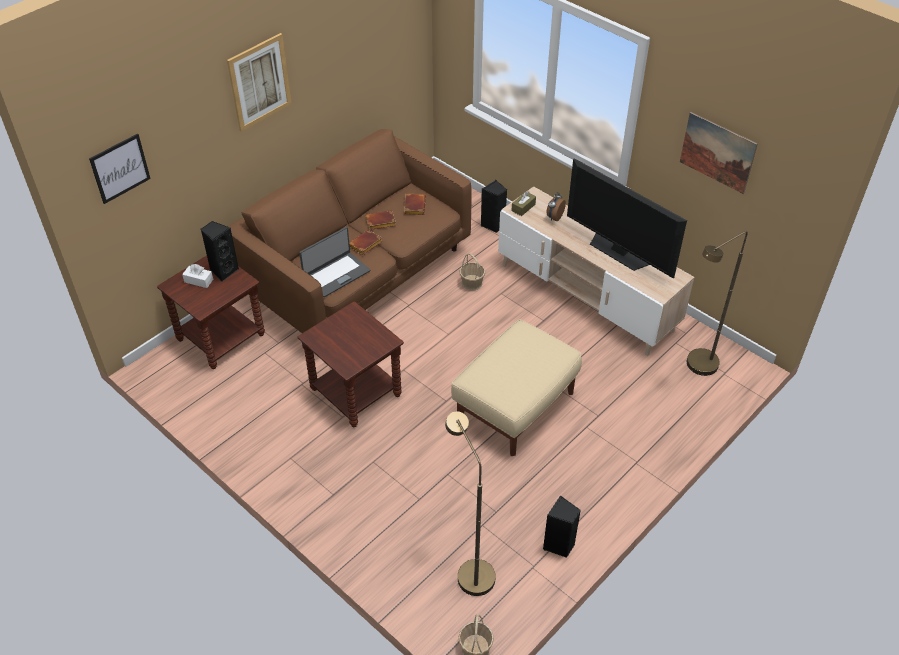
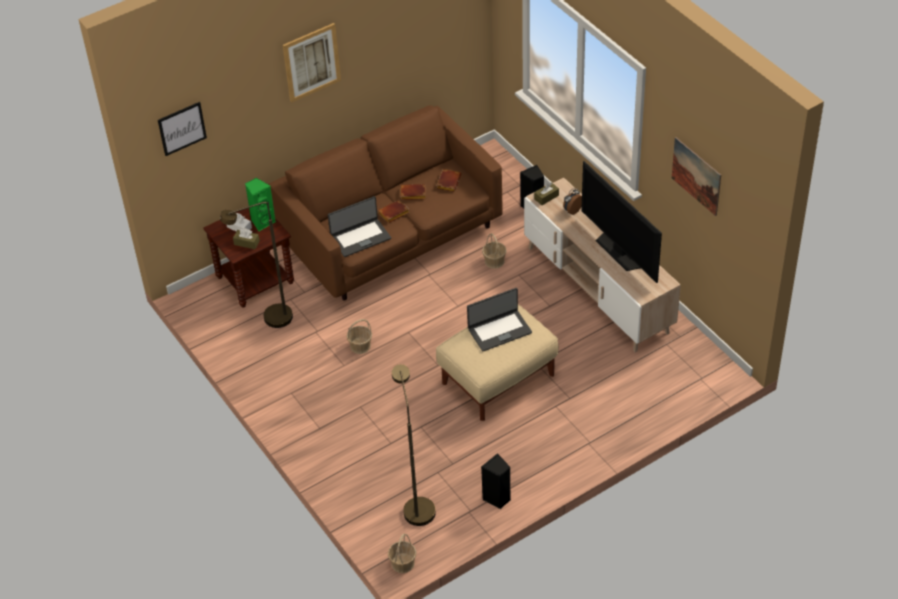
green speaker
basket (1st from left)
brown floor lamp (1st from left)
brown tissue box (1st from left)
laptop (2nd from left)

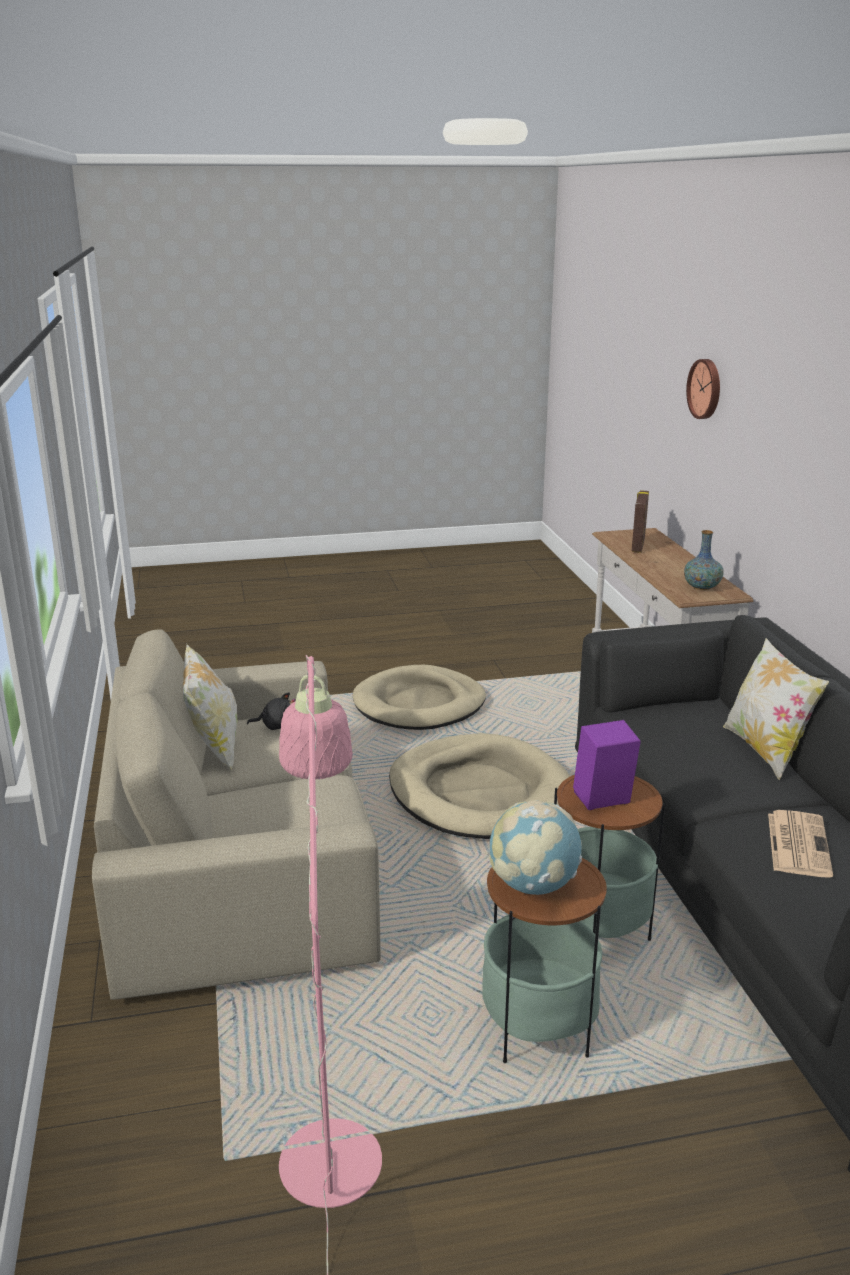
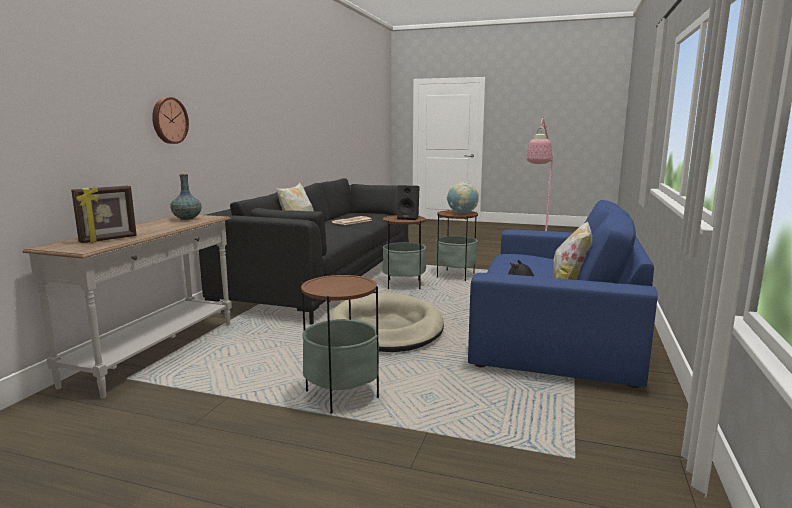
blue sofa
side table (1st from left)
black speaker
wall clock

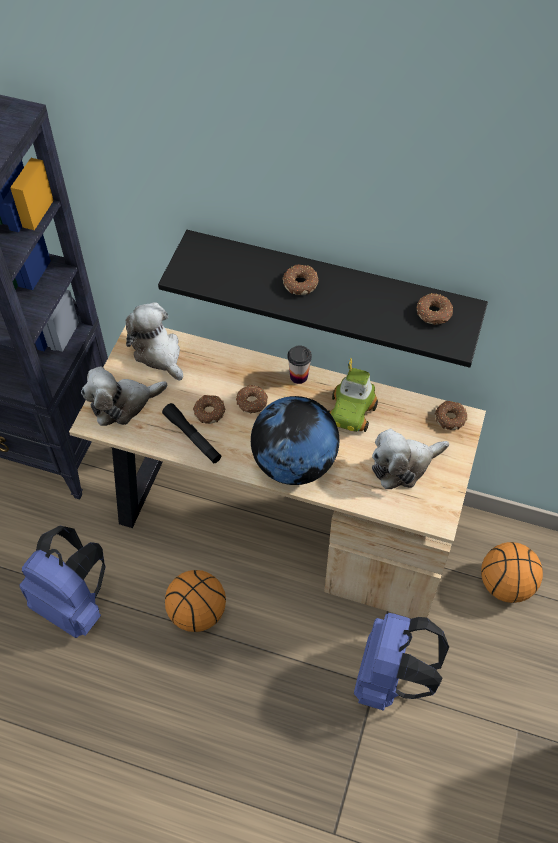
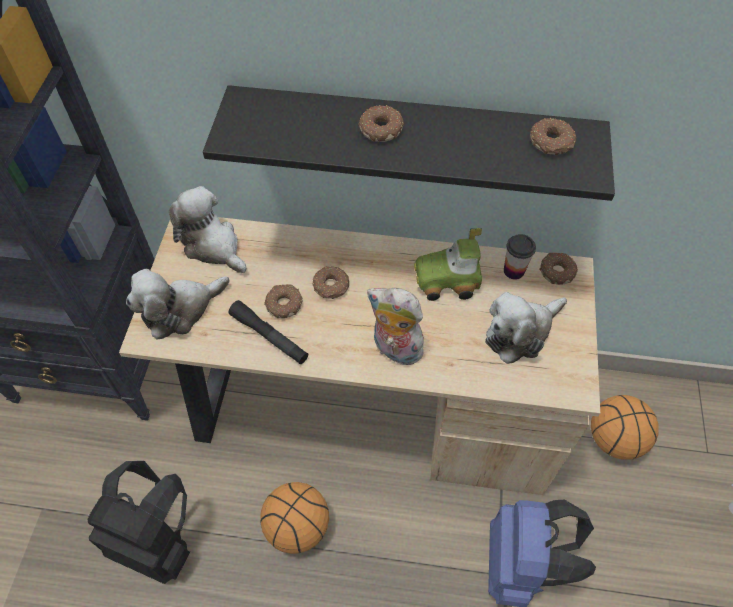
black backpack
plush toy (3rd from left)
cup
toy car

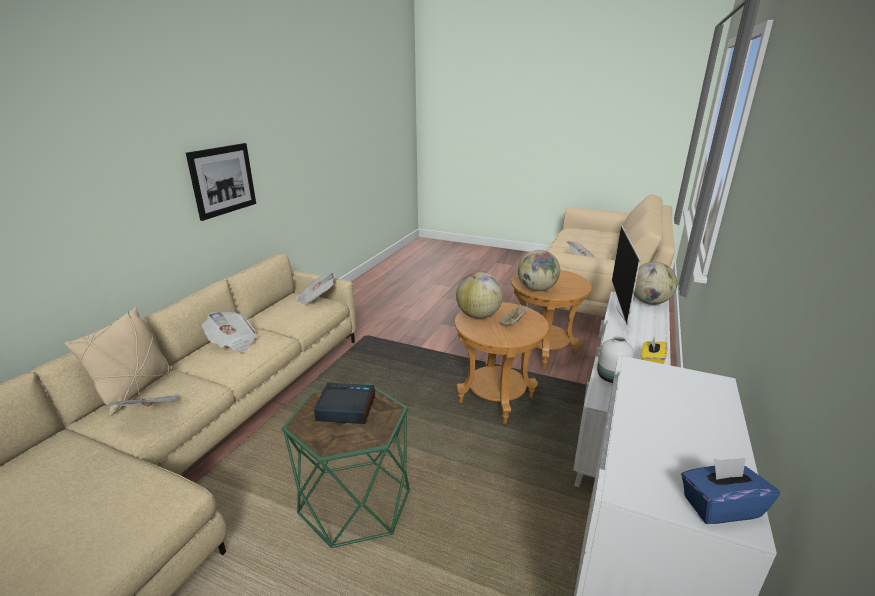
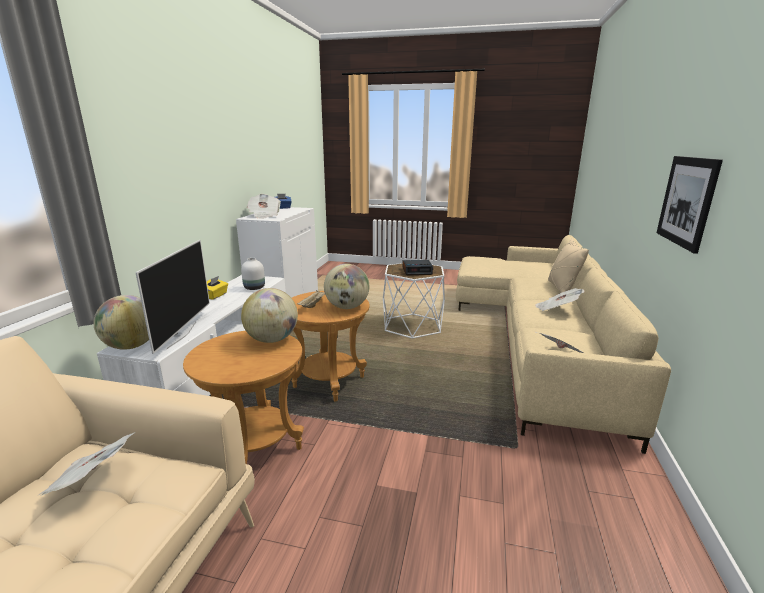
newspaper (2nd from left)
white side table

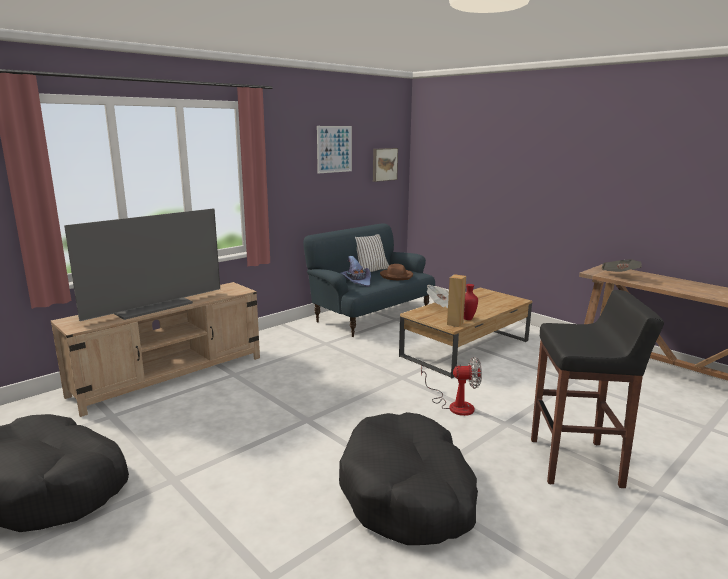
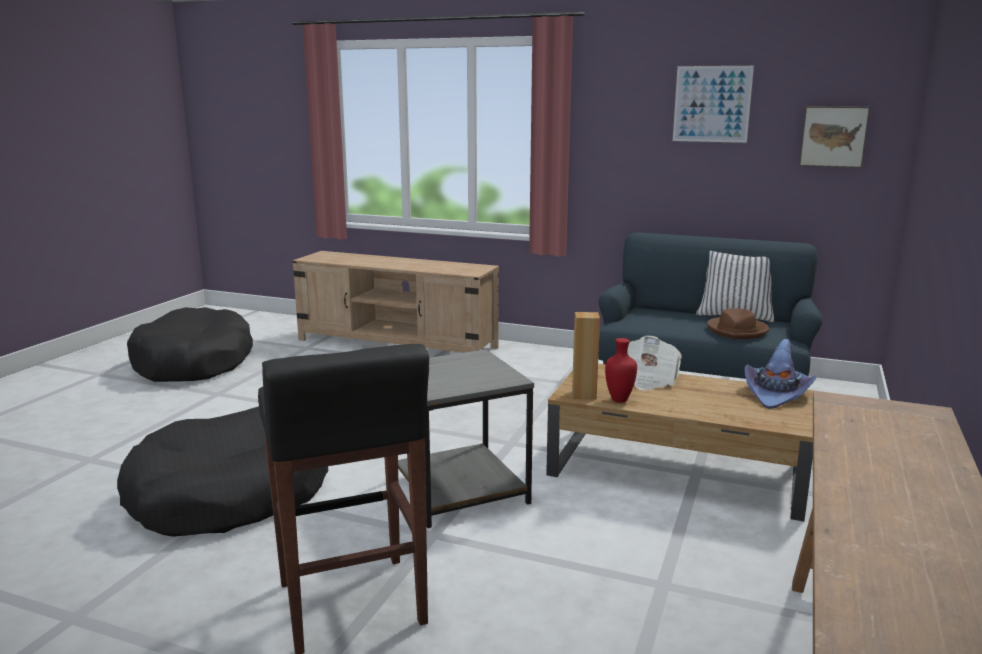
television
purple hat
grey side table
newspaper (2nd from left in the first image)

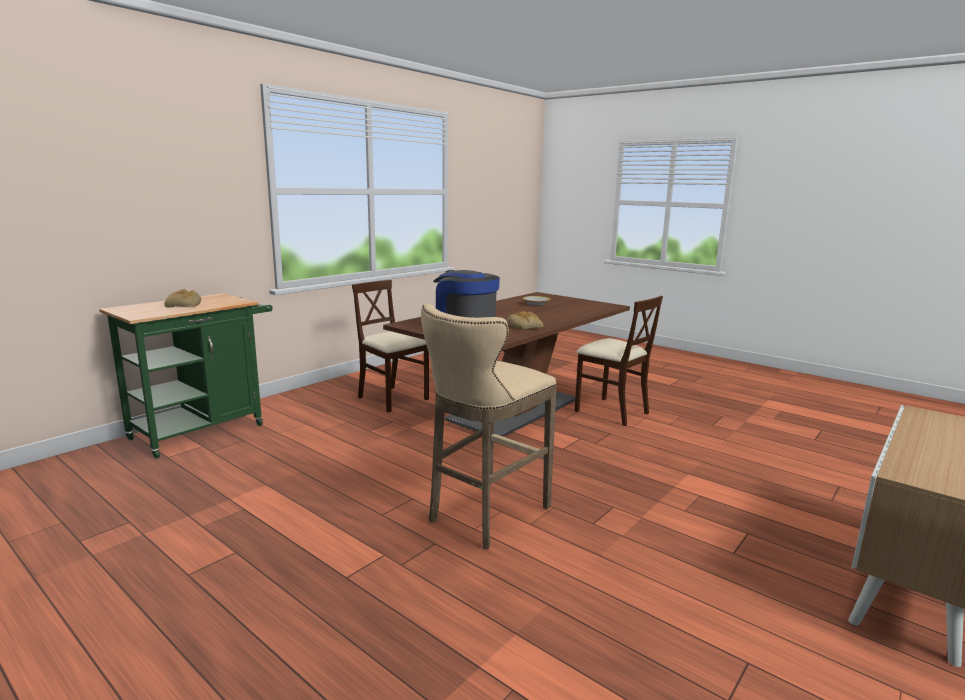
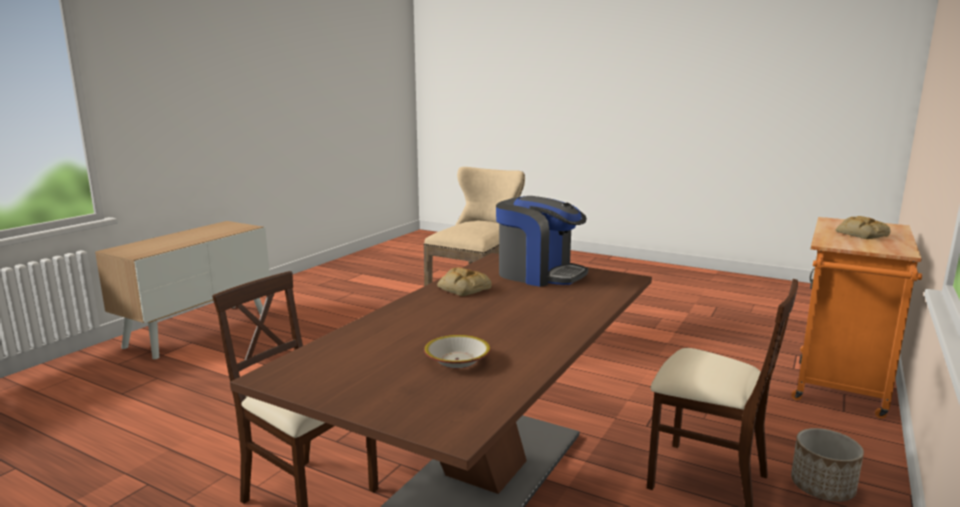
orange cart
planter

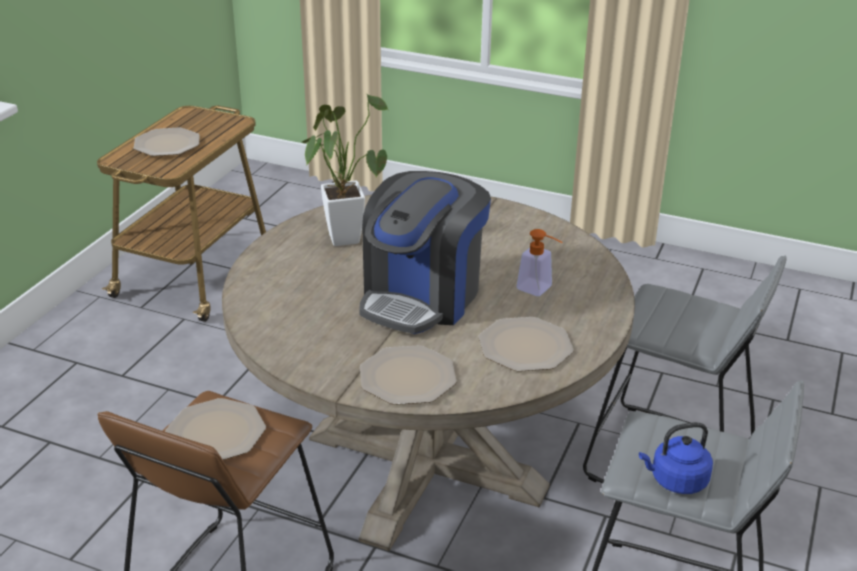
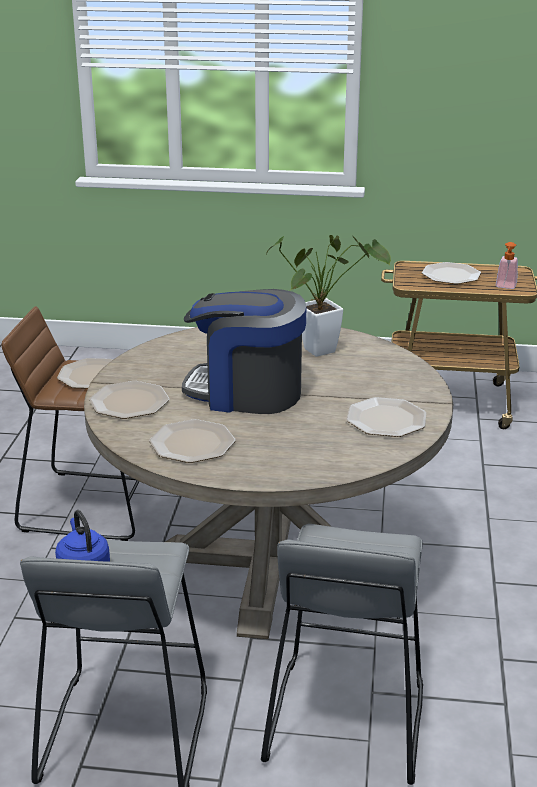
soap dispenser
plate (4th from left)

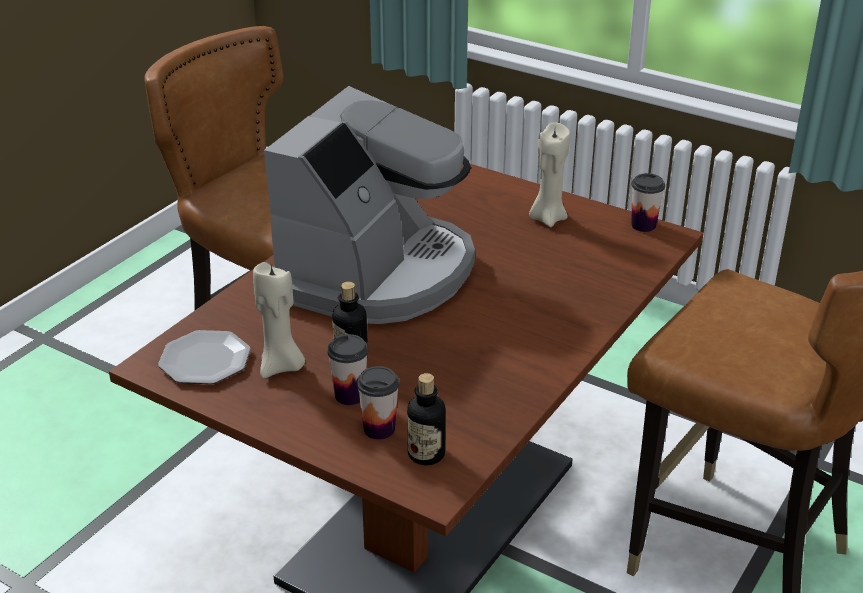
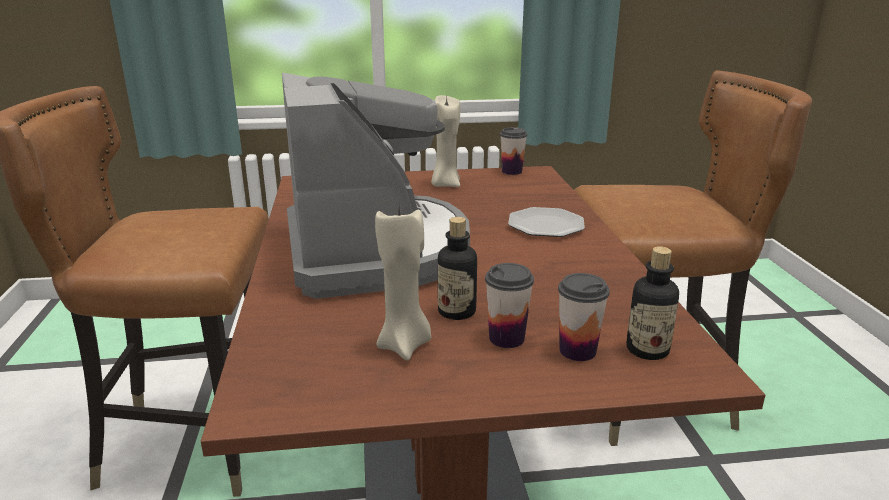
plate

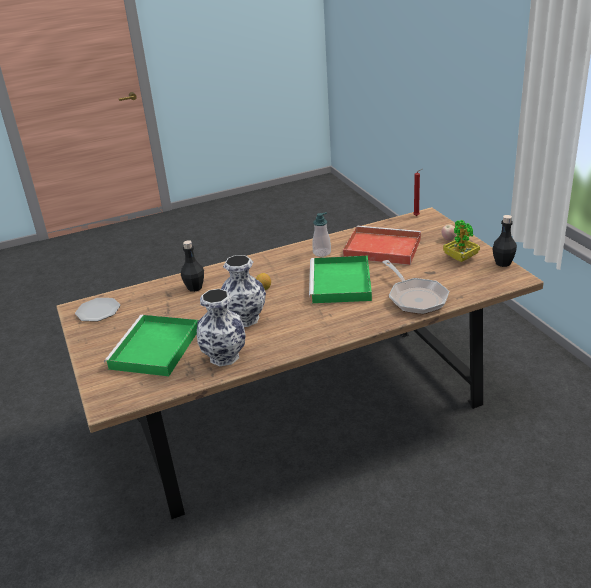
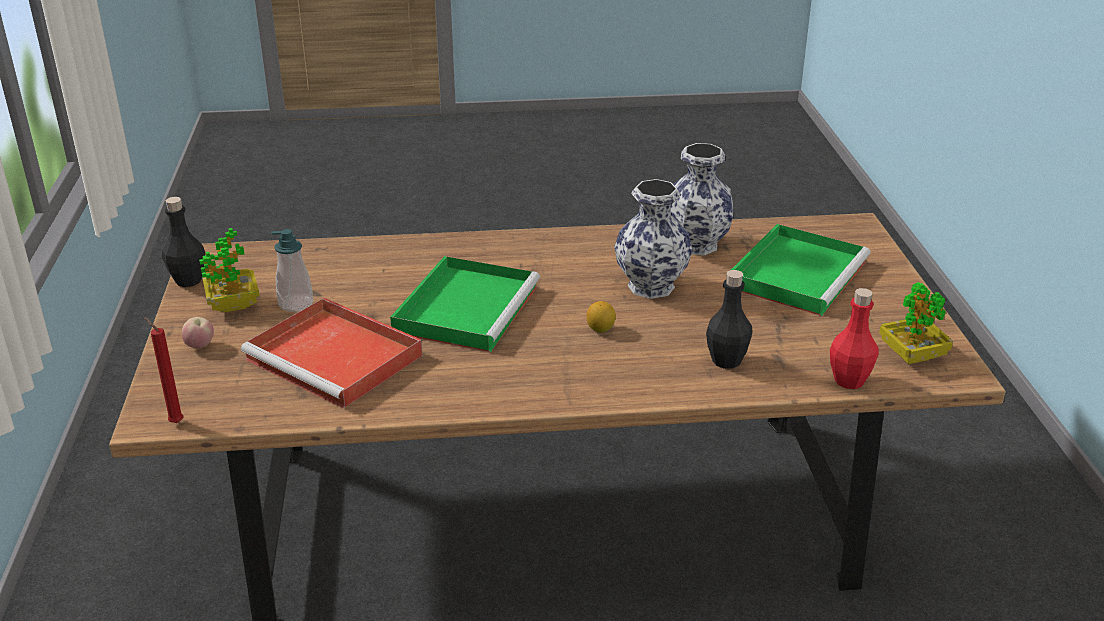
potted plant (2nd from left)
soap dispenser
frying pan
red bottle

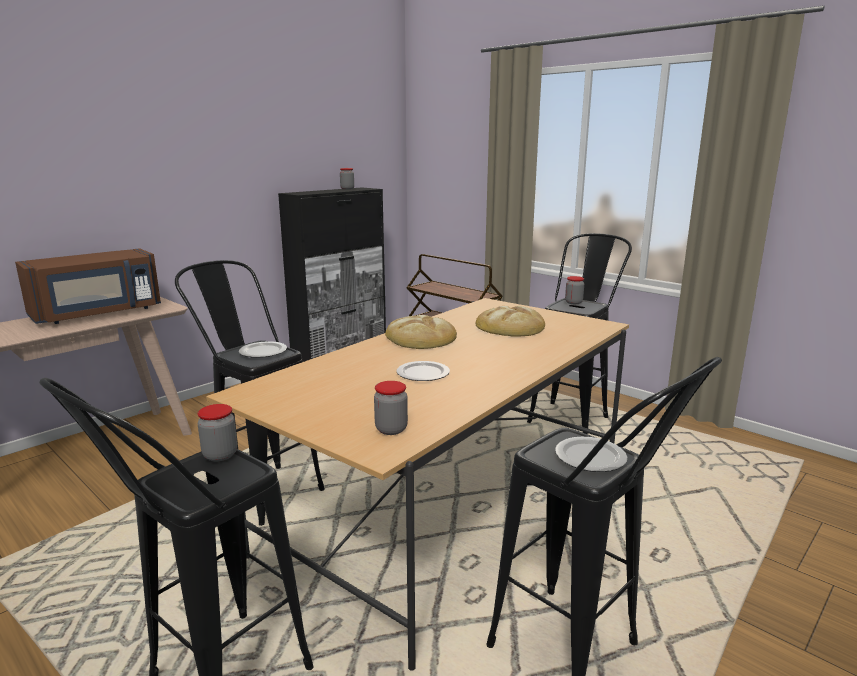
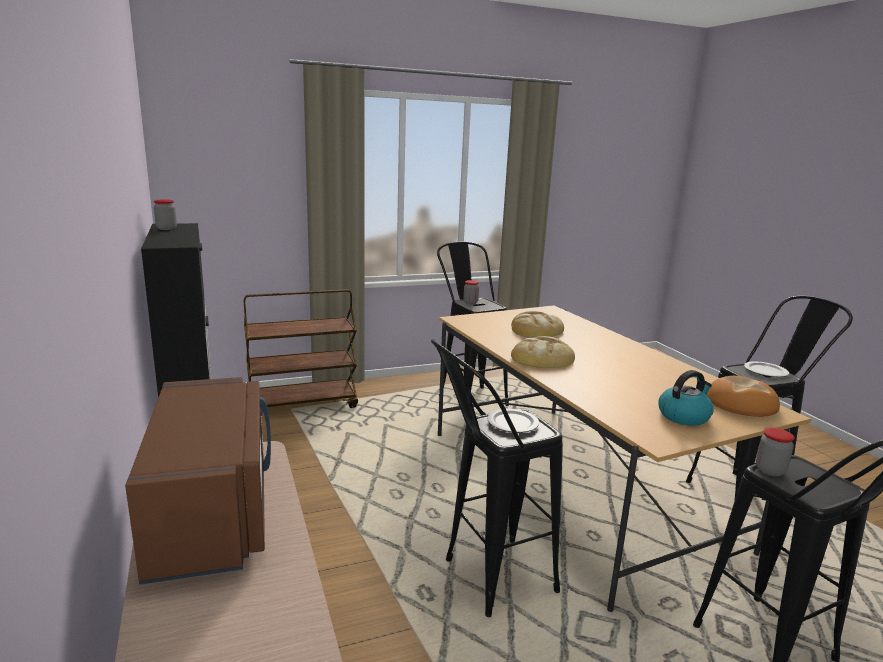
bread (3rd from left)
plate (2nd from left in the first image)
kettle

